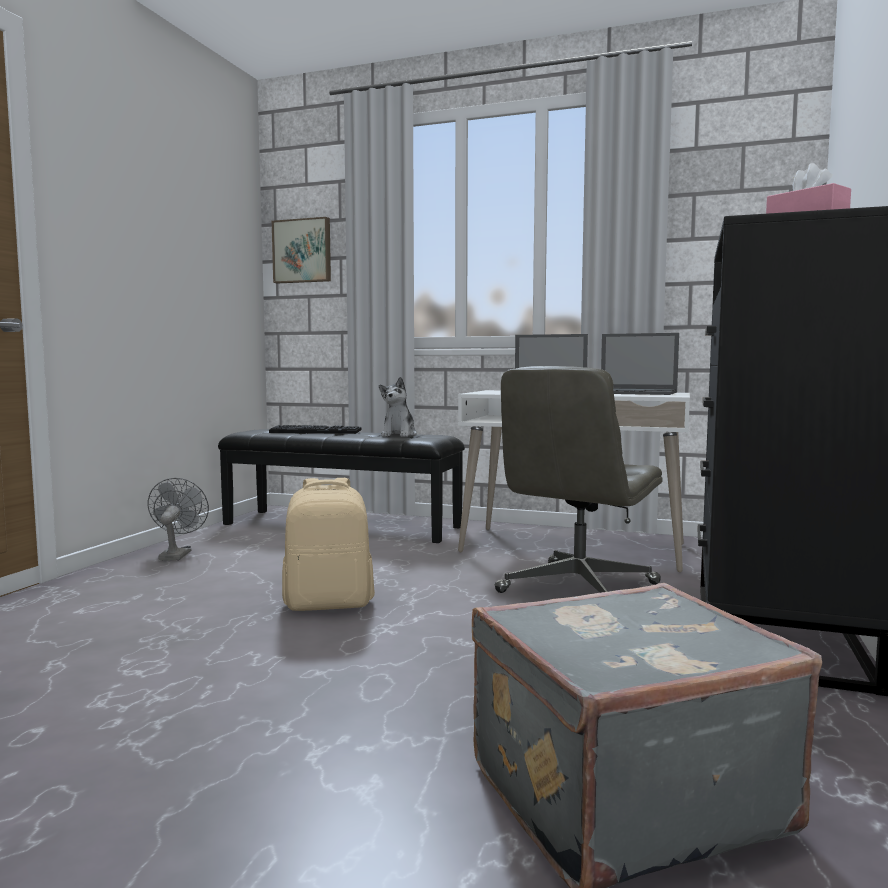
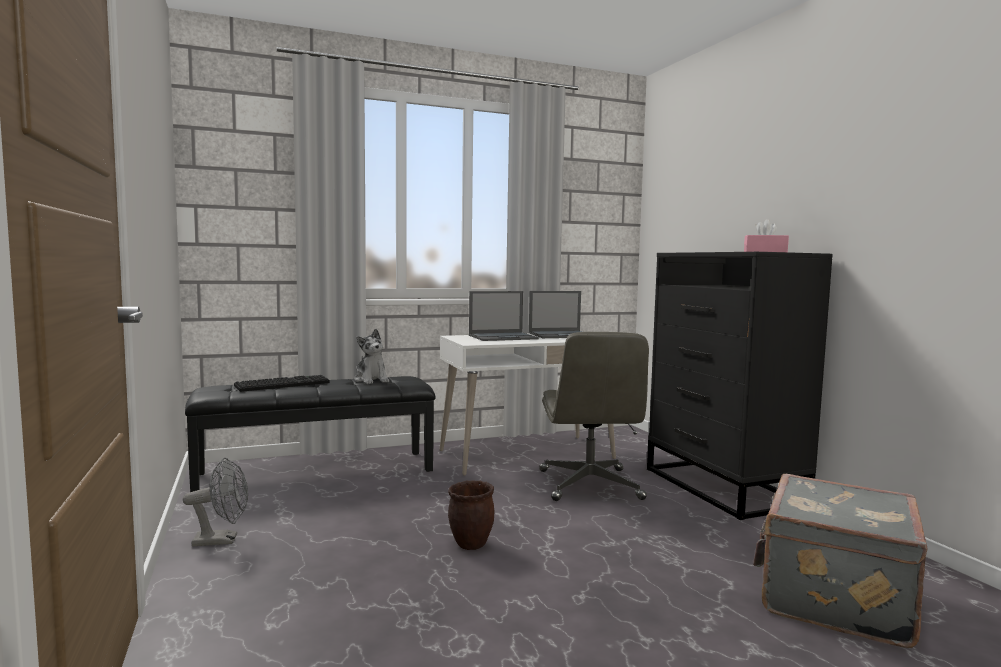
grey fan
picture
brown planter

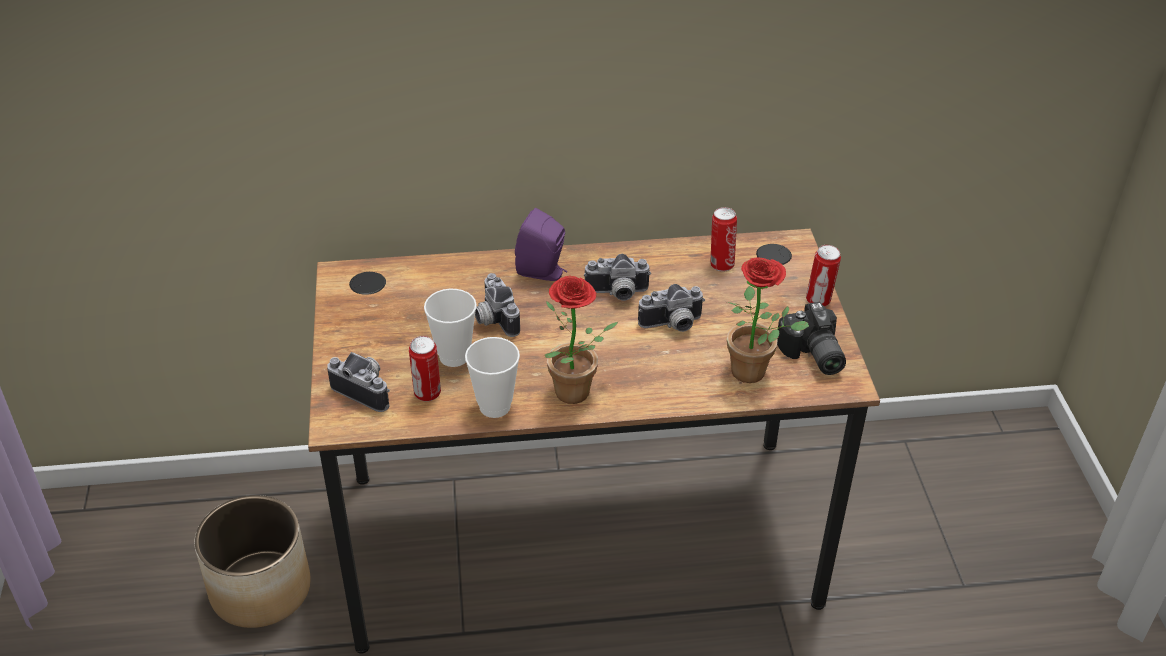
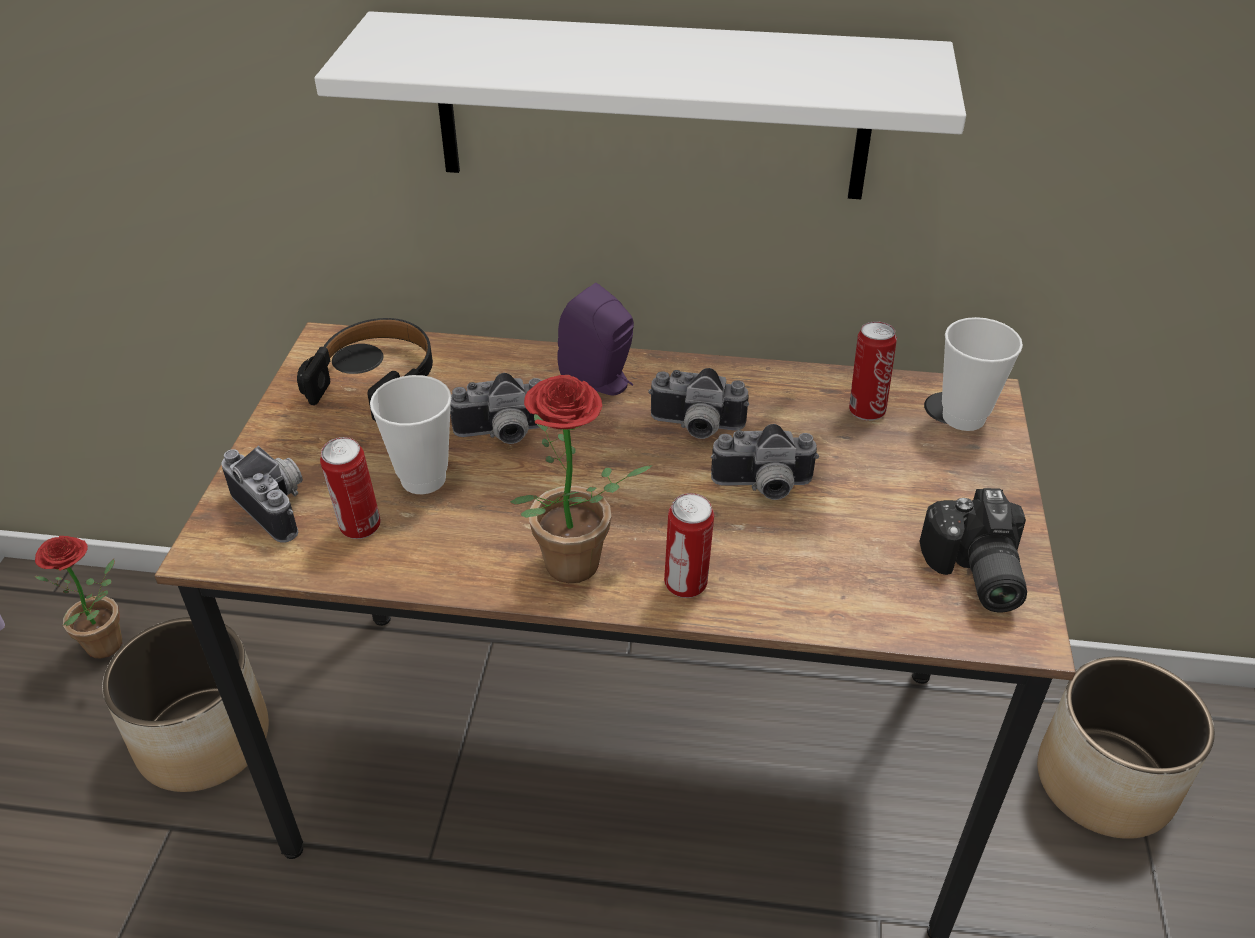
cup (2nd from left)
photo camera (2nd from left)
potted plant (1st from left)
can (2nd from left)
black headphones
white shelf
planter (2nd from left)

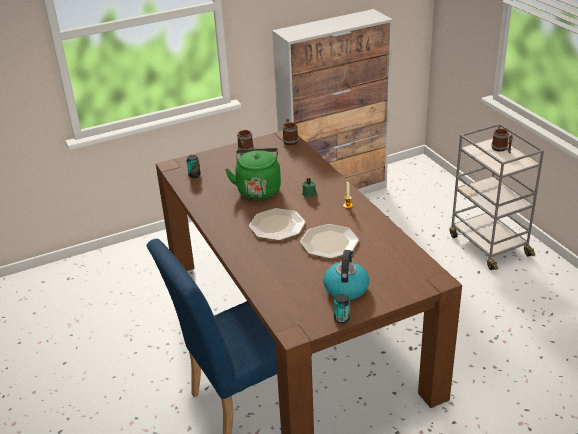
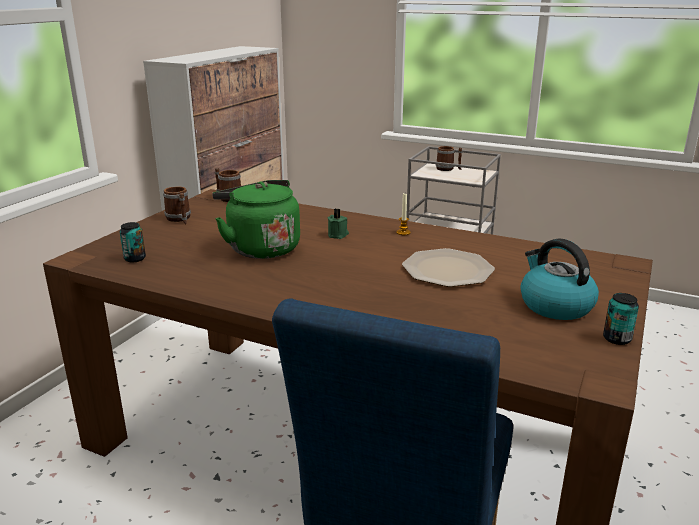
plate (1st from left in the first image)

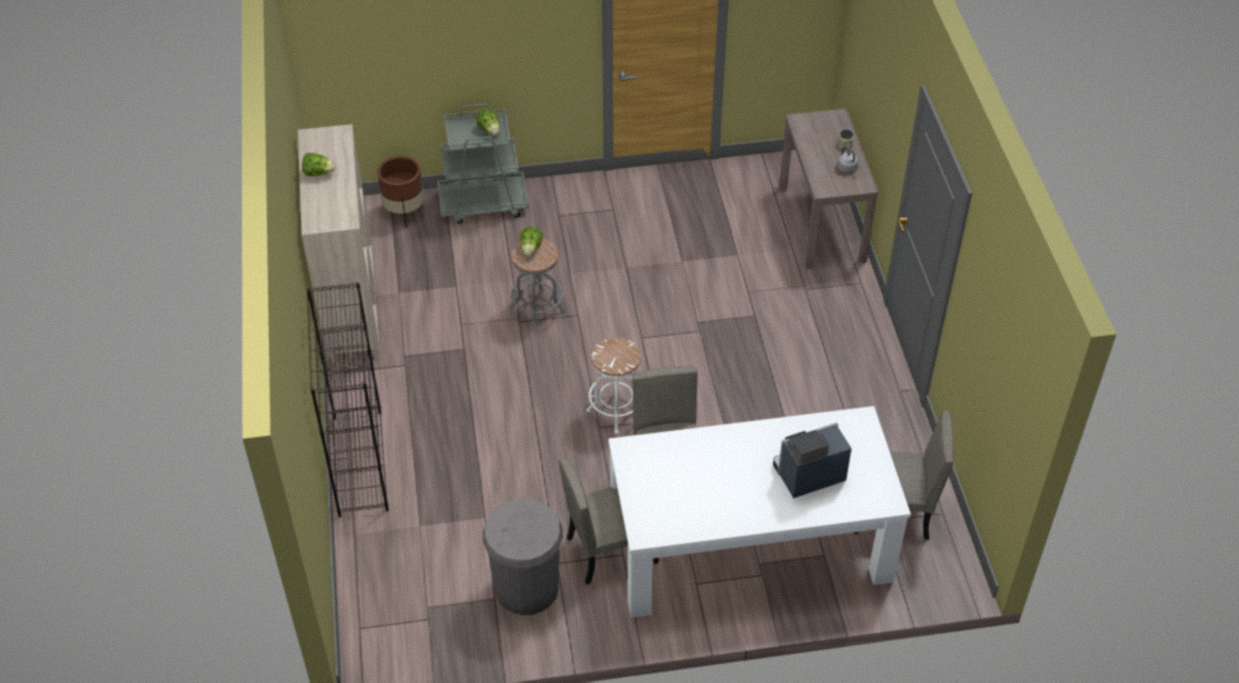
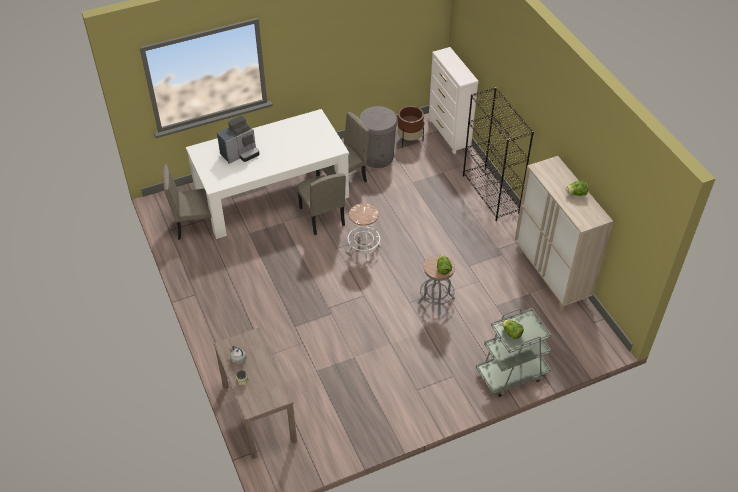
brown planter
white dresser

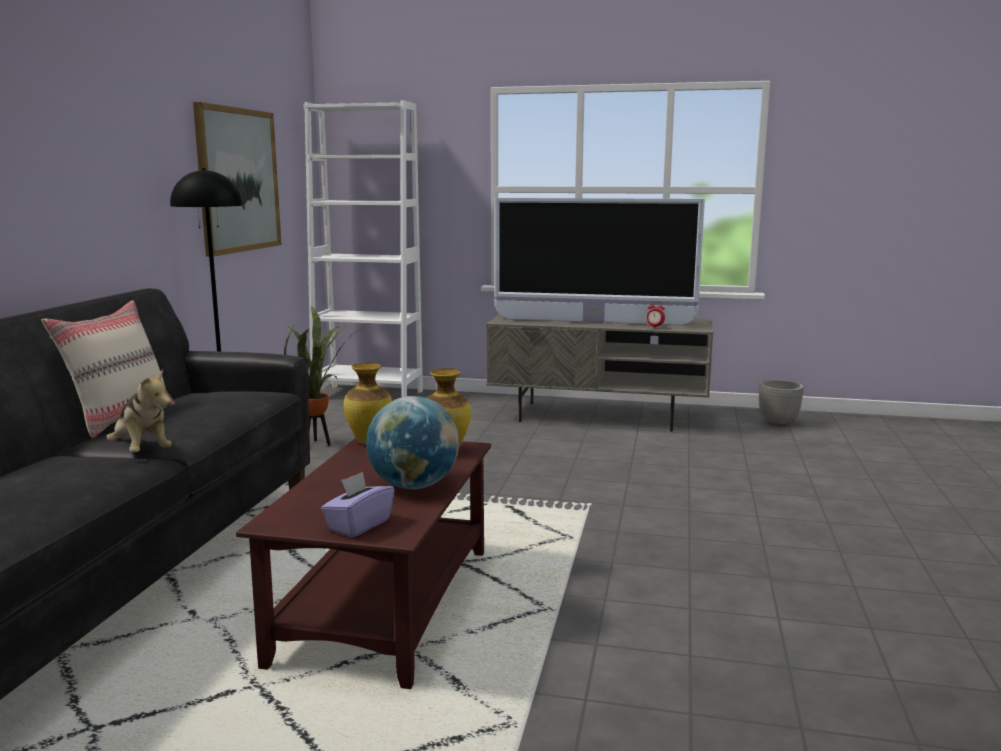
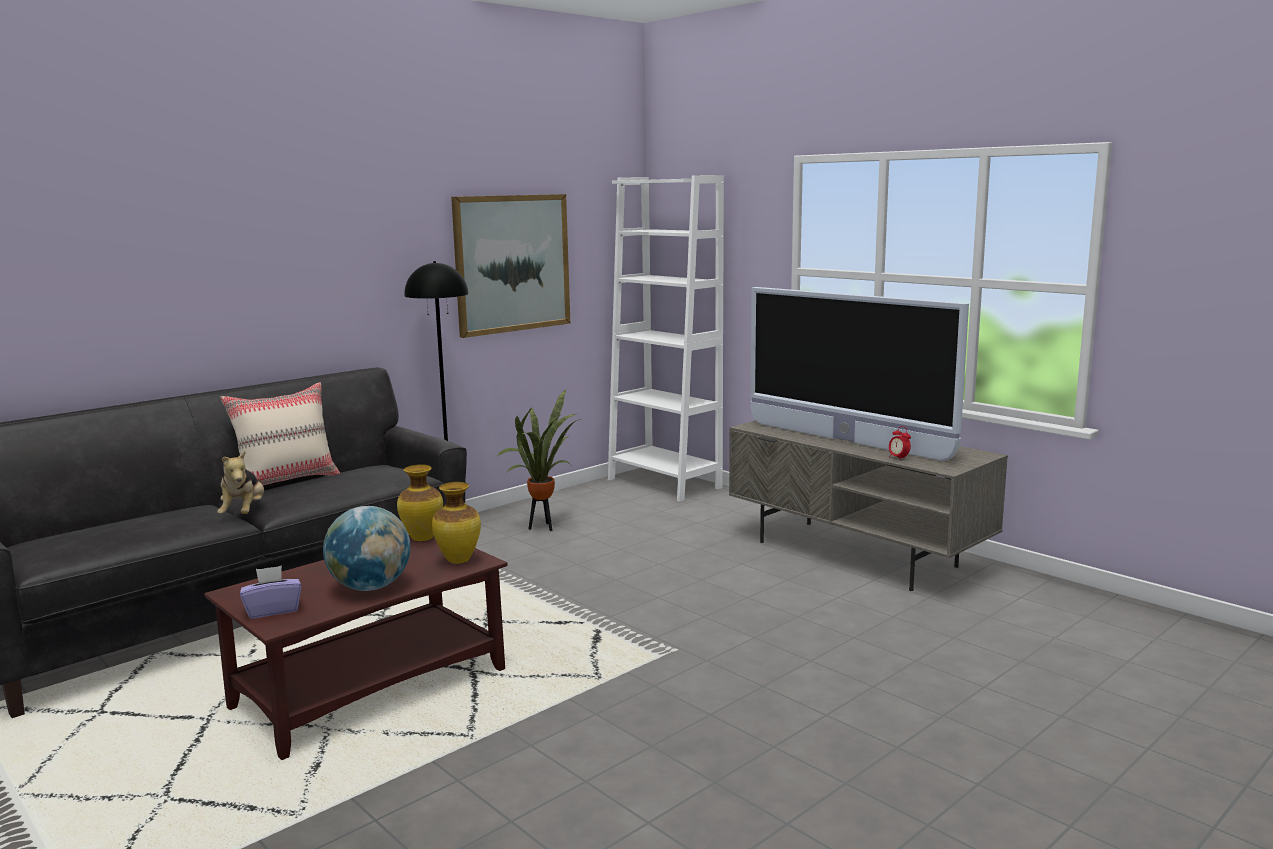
planter

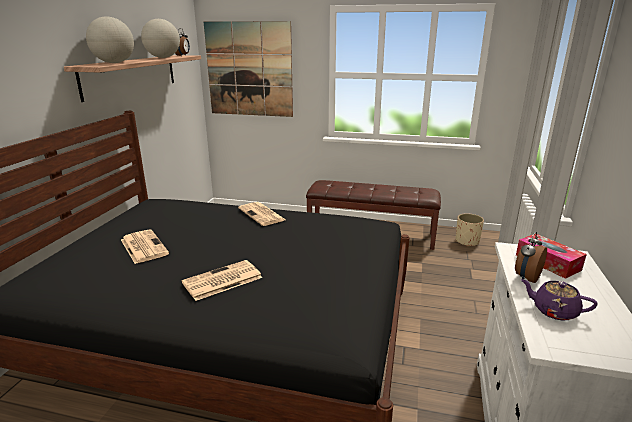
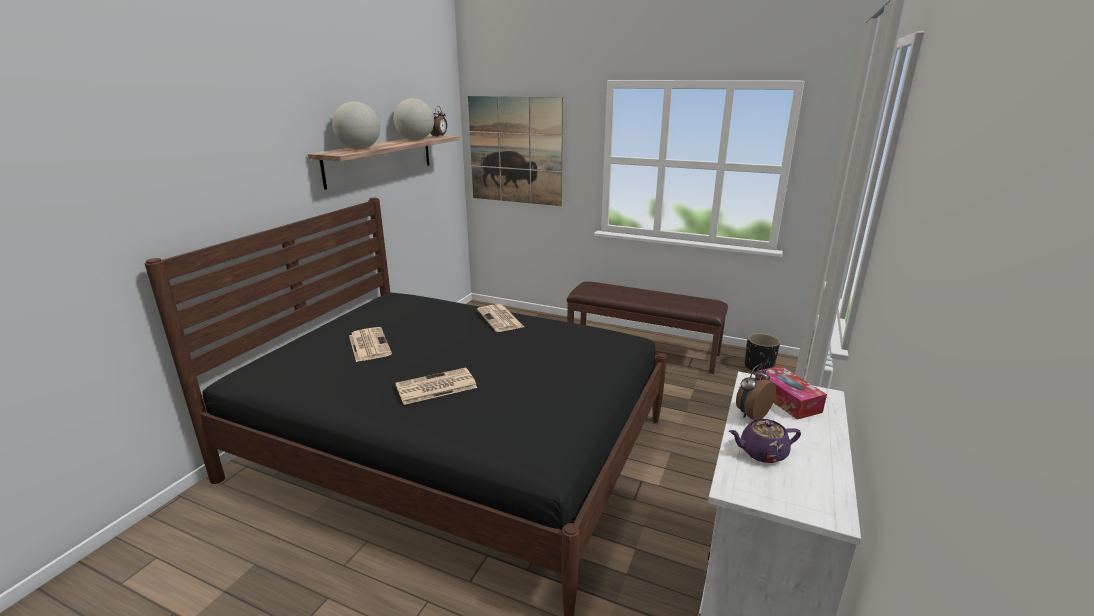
black planter
purple teapot

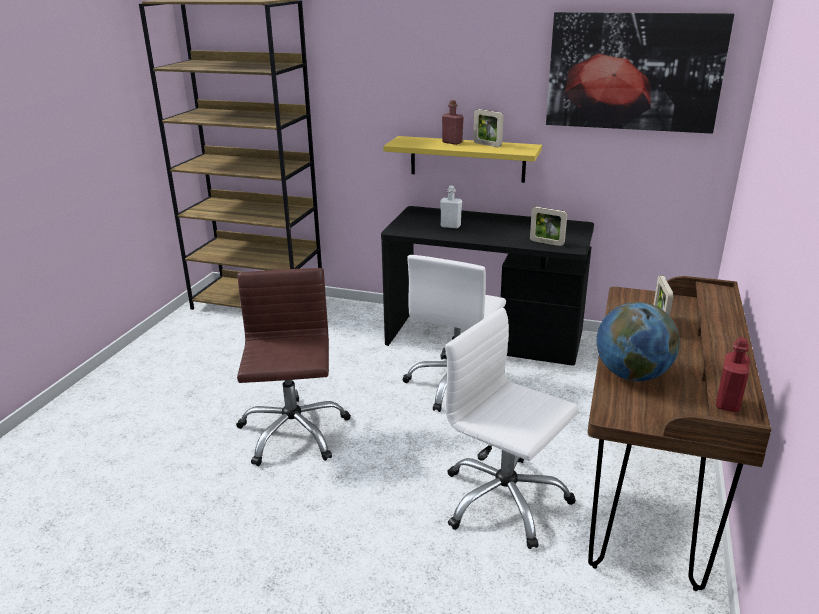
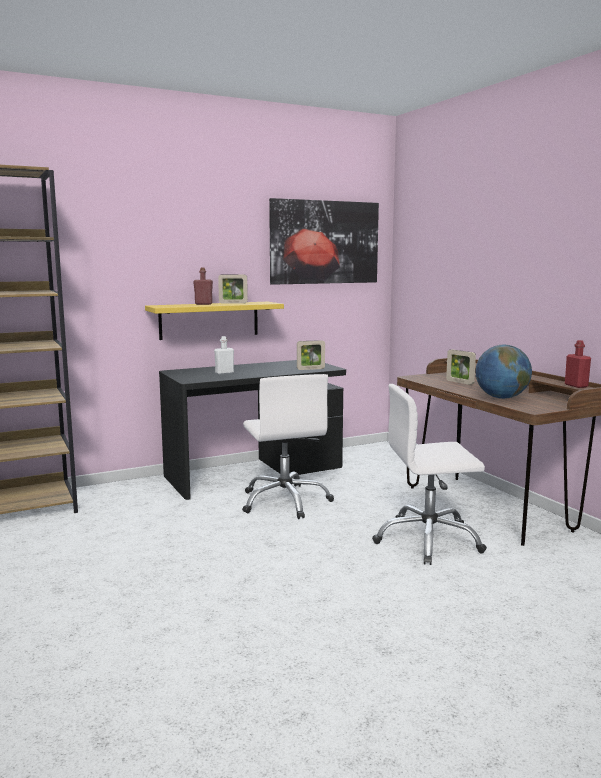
brown office chair

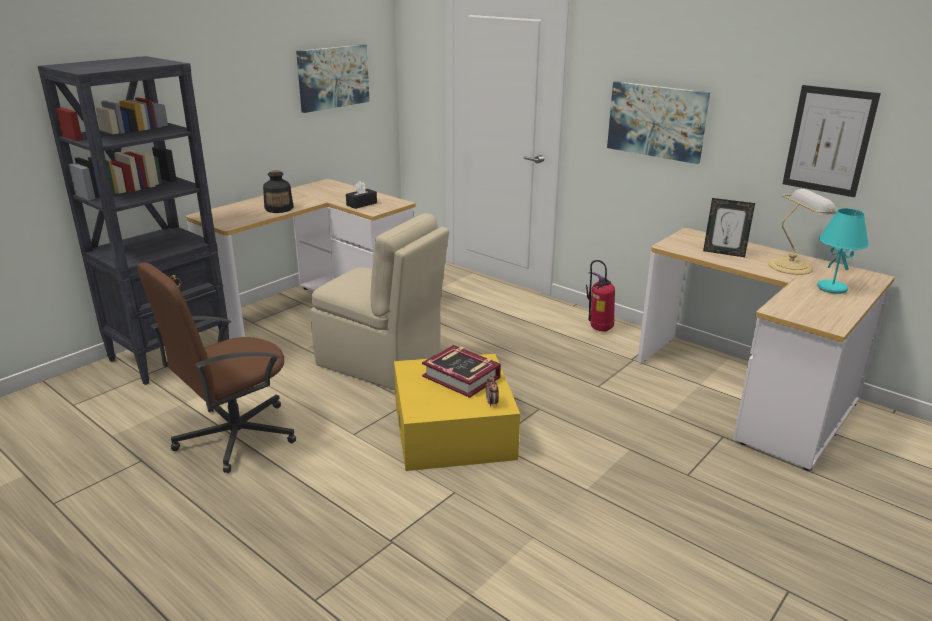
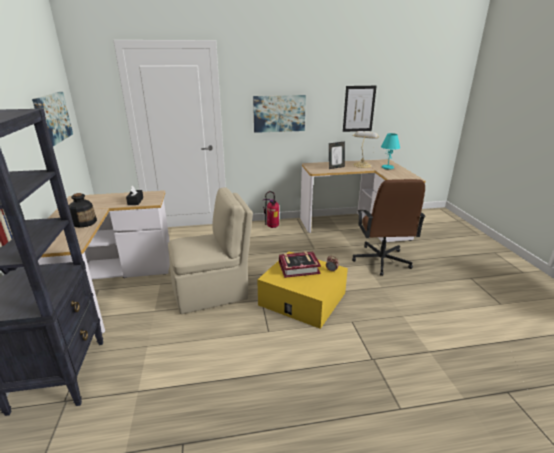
brown office chair

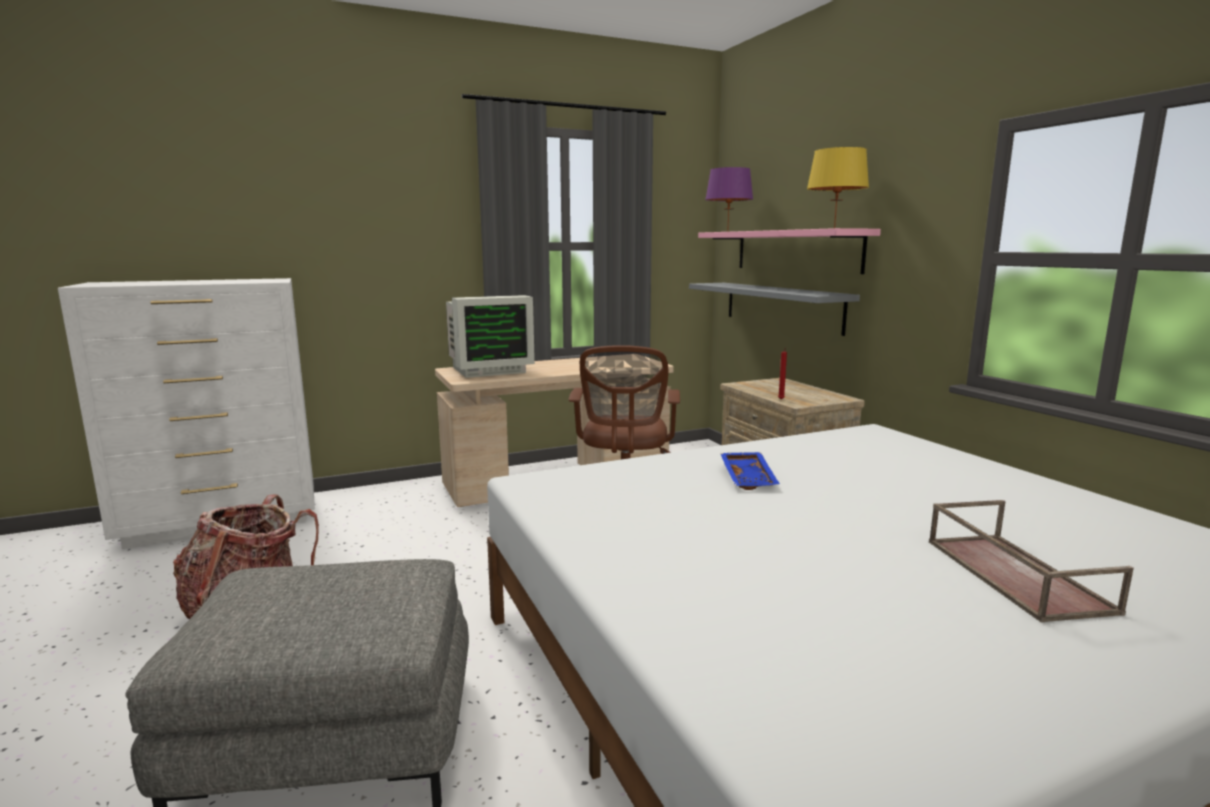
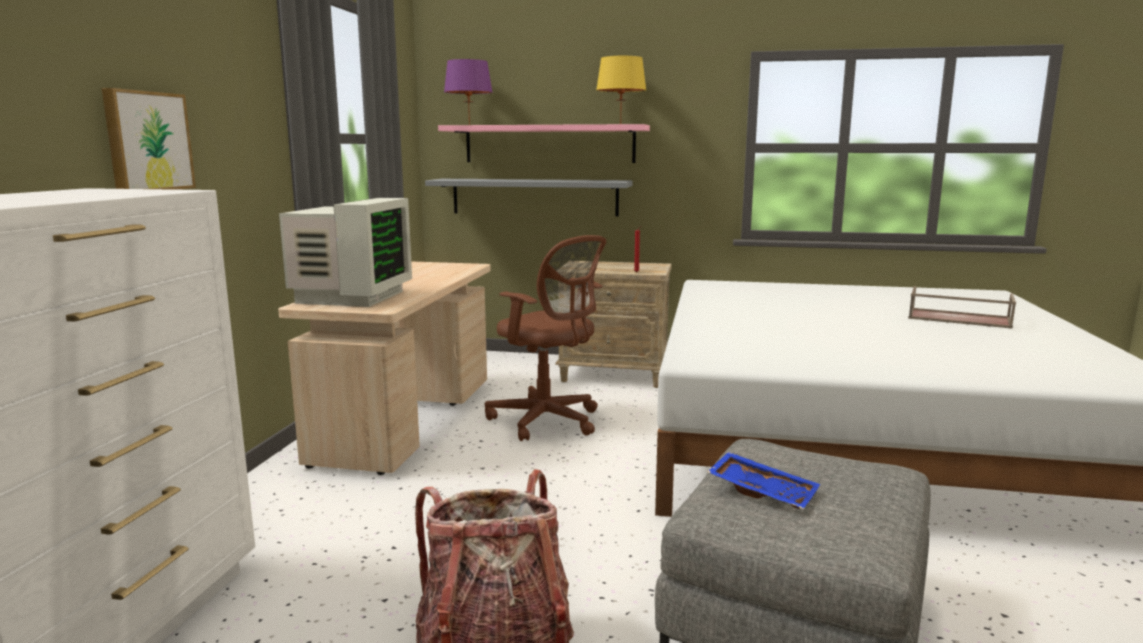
blue tray
picture

